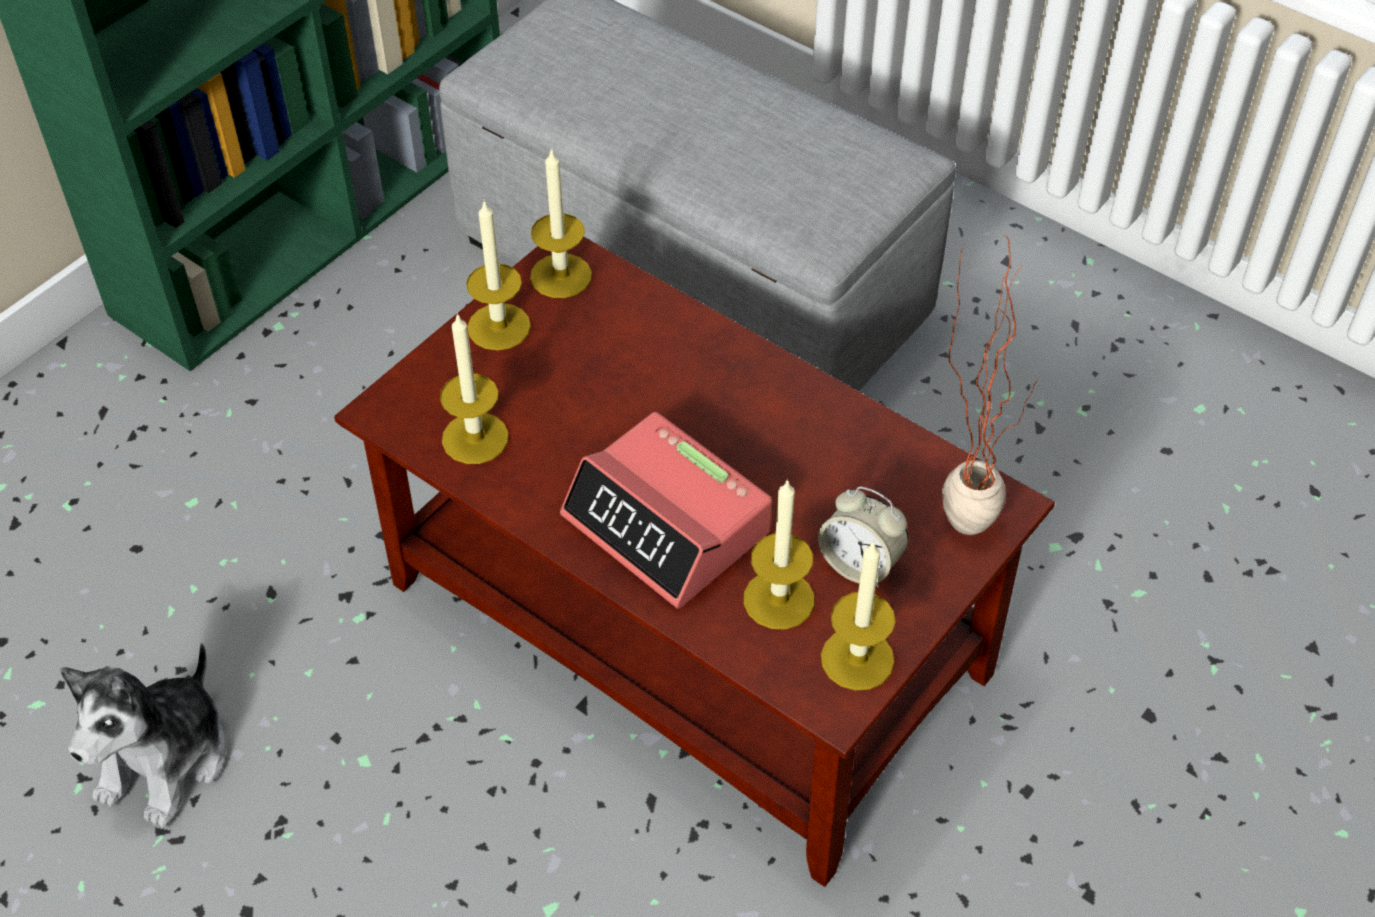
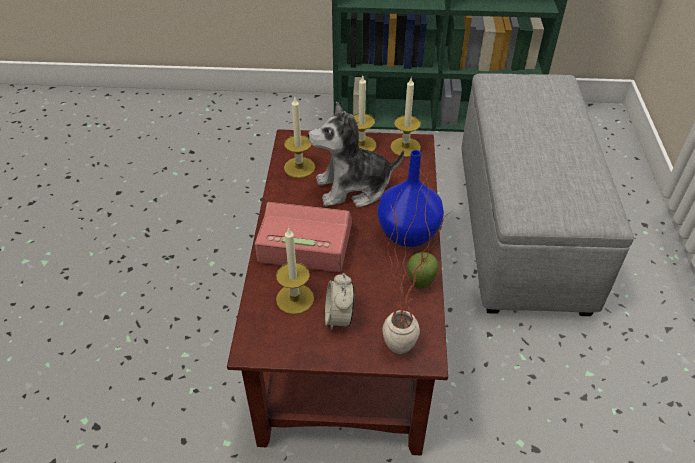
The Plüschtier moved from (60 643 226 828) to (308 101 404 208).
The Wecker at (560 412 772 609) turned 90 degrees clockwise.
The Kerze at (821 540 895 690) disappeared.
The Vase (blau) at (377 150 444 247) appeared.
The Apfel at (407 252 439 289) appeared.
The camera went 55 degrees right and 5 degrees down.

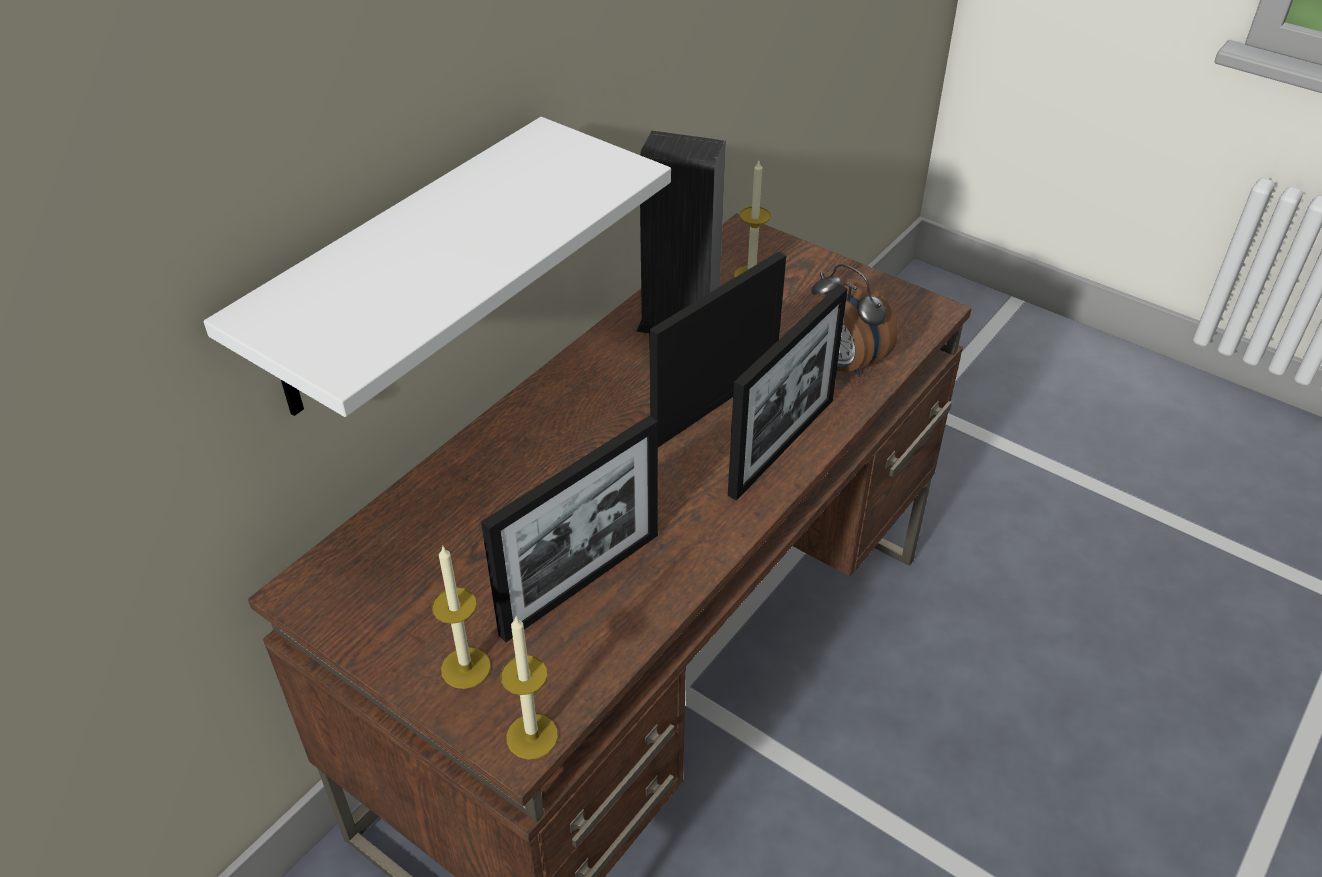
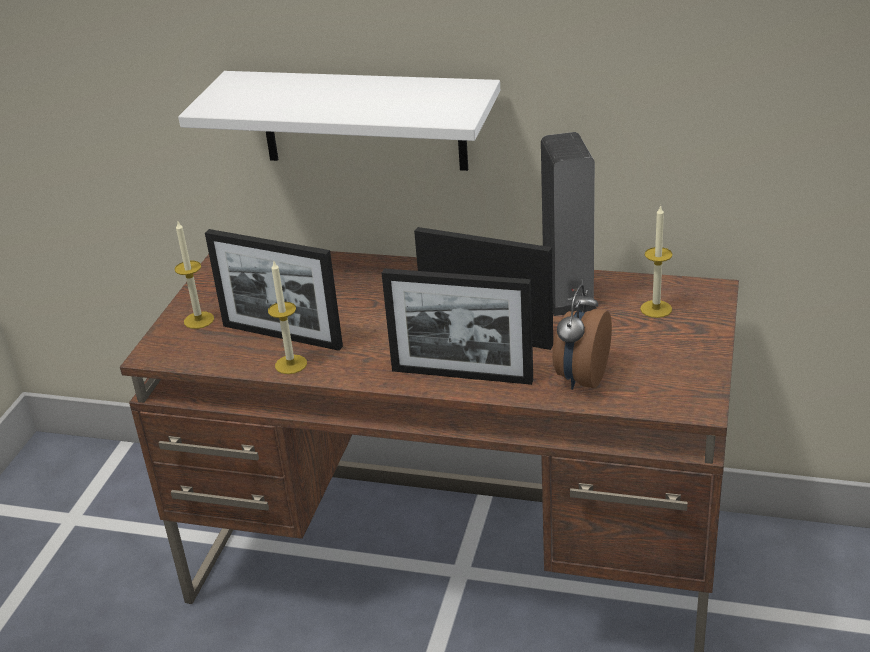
The Kerze moved from (501 617 558 760) to (268 261 307 374).
The camera went 70 degrees right and 10 degrees down.

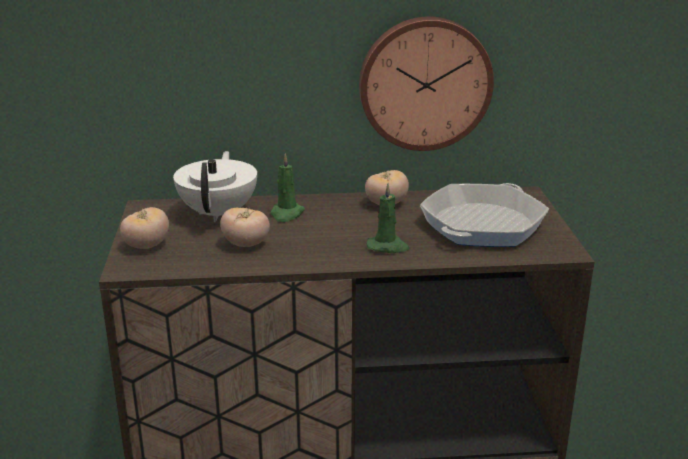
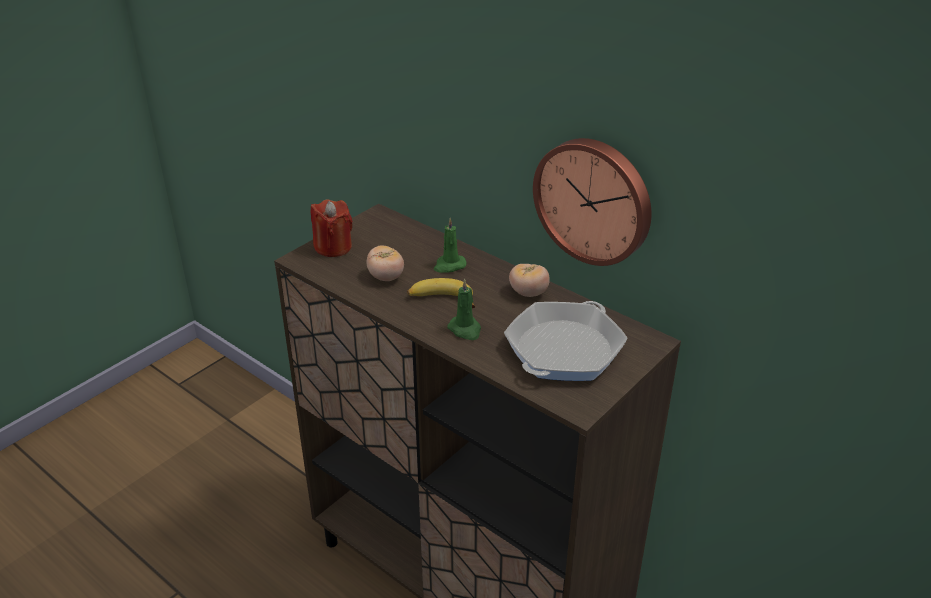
The Tomate at (120 207 169 249) was replaced by the Kerze (rot) at (311 199 353 257).
The Teekanne (weiß) at (173 151 257 222) disappeared.
The Pfanne at (420 183 549 247) turned 45 degrees counterclockwise.
The Banane at (407 278 475 308) appeared.
The camera went 45 degrees right and 10 degrees up.

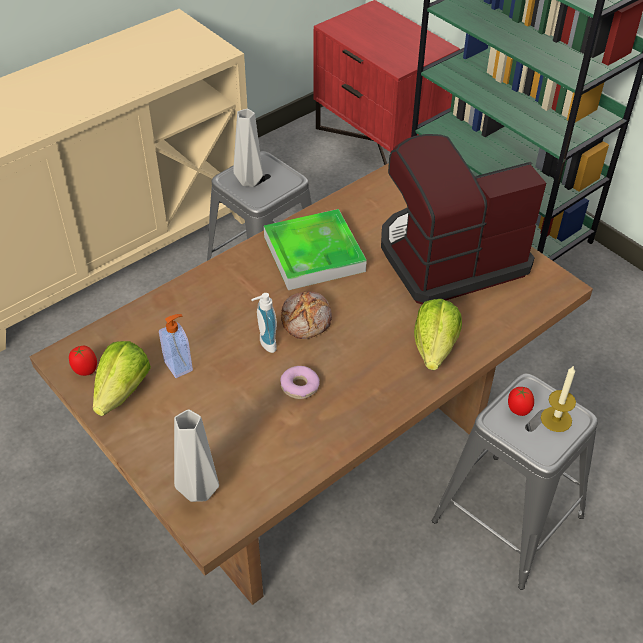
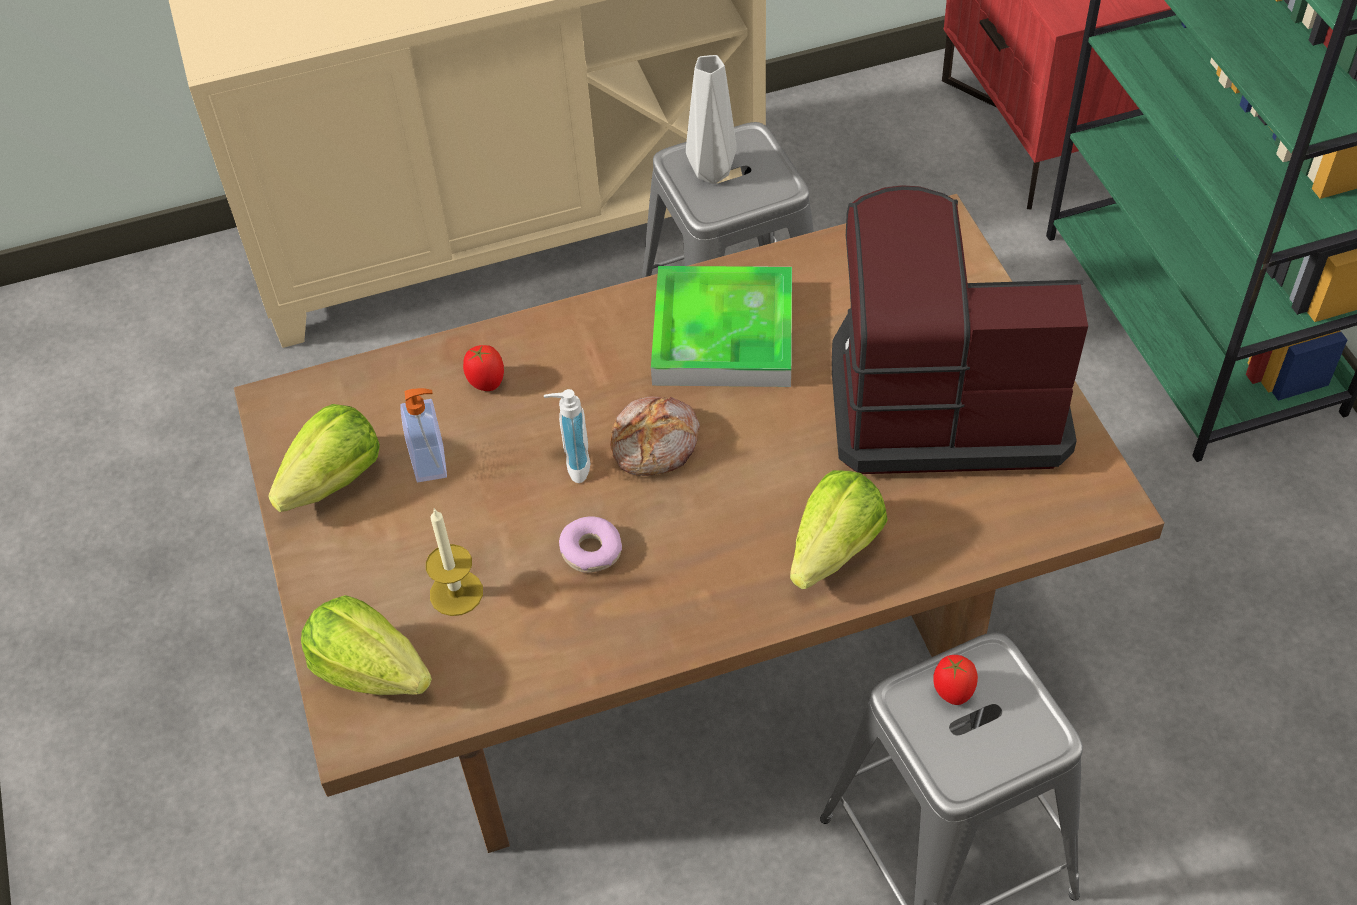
The Tomate moved from (69 346 97 376) to (463 345 504 391).
The Vase (grau) at (174 409 219 502) was replaced by the Salatkopf at (301 595 432 695).
The Kerze moved from (541 365 576 432) to (426 508 483 616).
The camera went 25 degrees right and 5 degrees up.

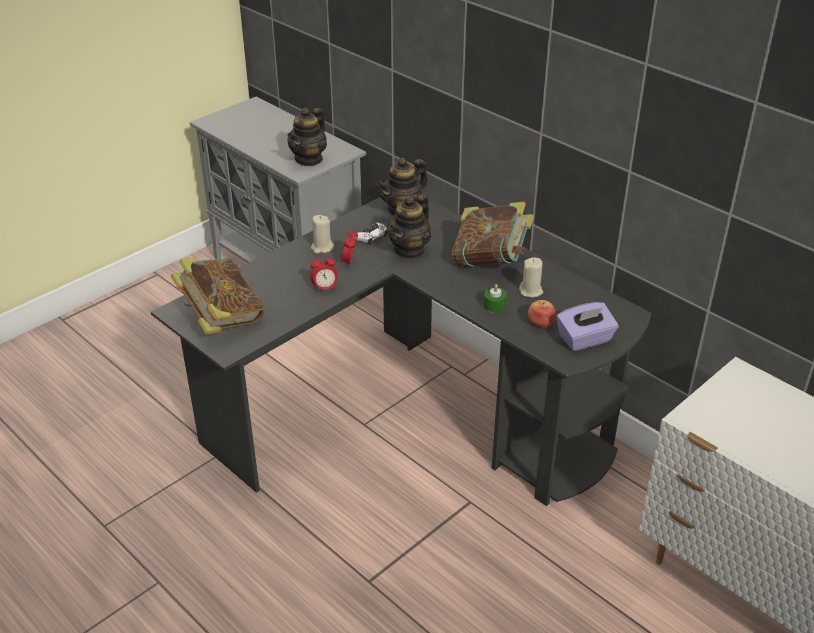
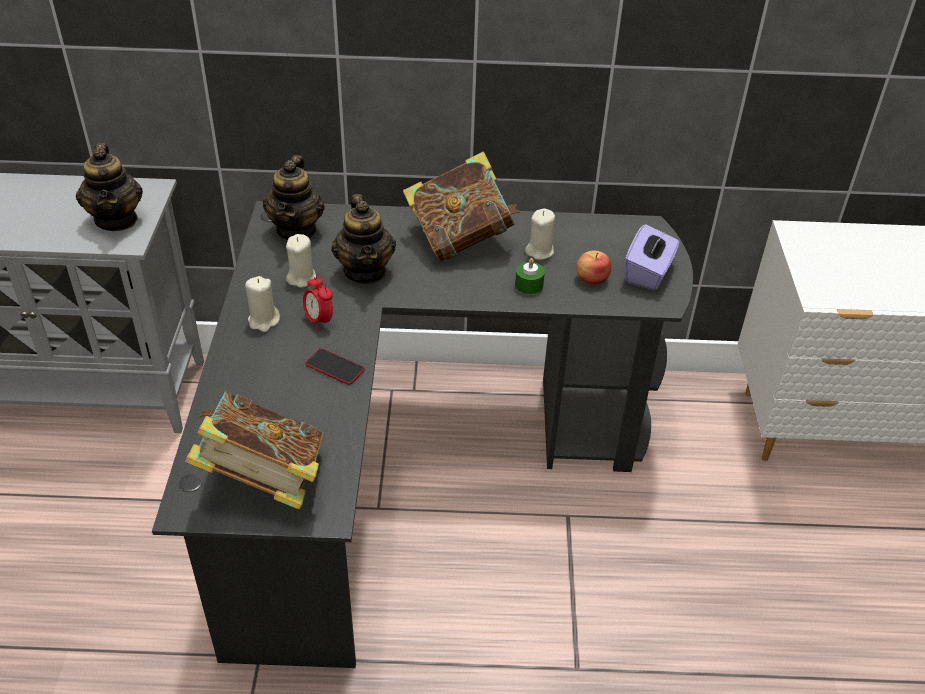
The Wecker at (310 253 338 293) was replaced by the Handy at (305 348 365 385).
The Gamepad (weiß) at (353 223 388 245) was replaced by the Kerze (beige) at (286 234 316 288).
The camera went 45 degrees left and 5 degrees up.

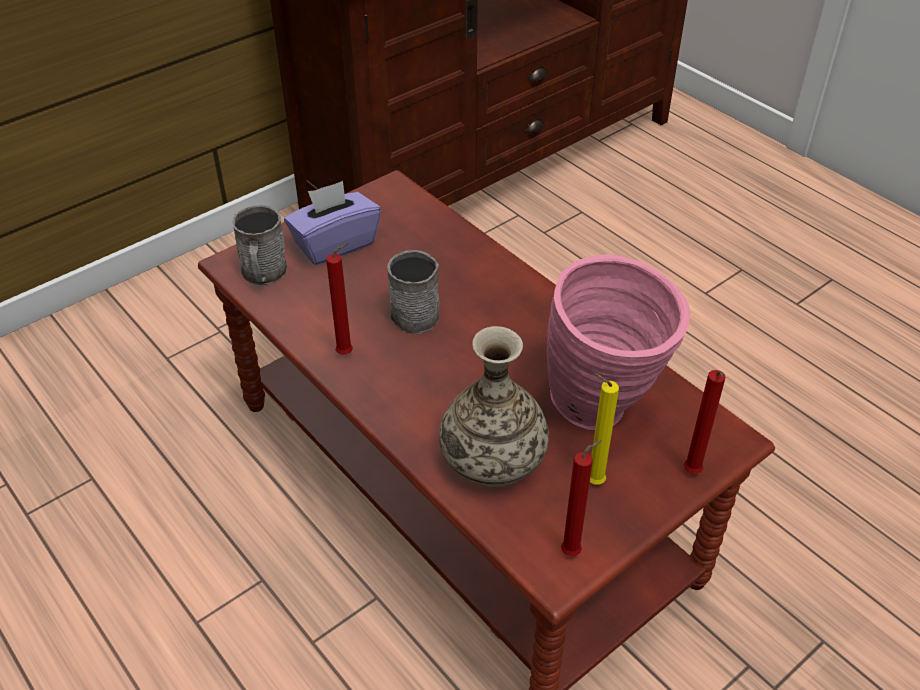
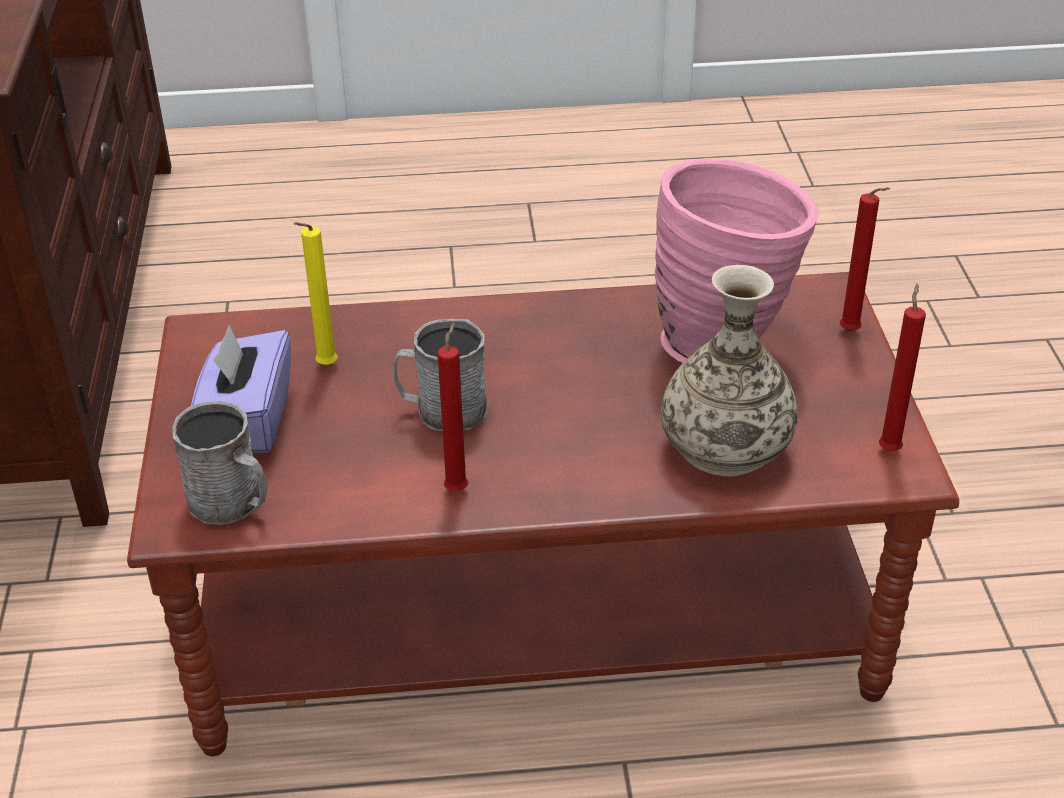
The Kerze (gelb) moved from (590 373 619 485) to (294 222 338 365).
The camera went 55 degrees left and 5 degrees down.

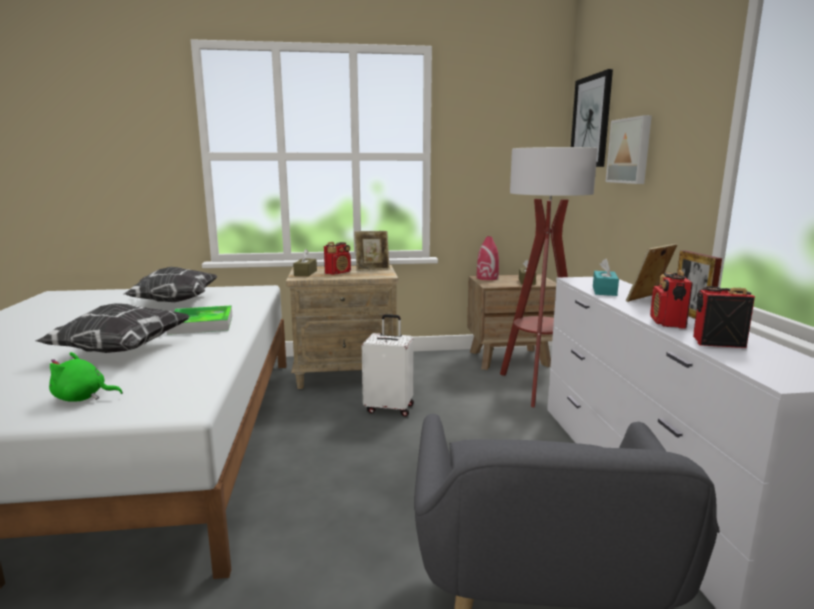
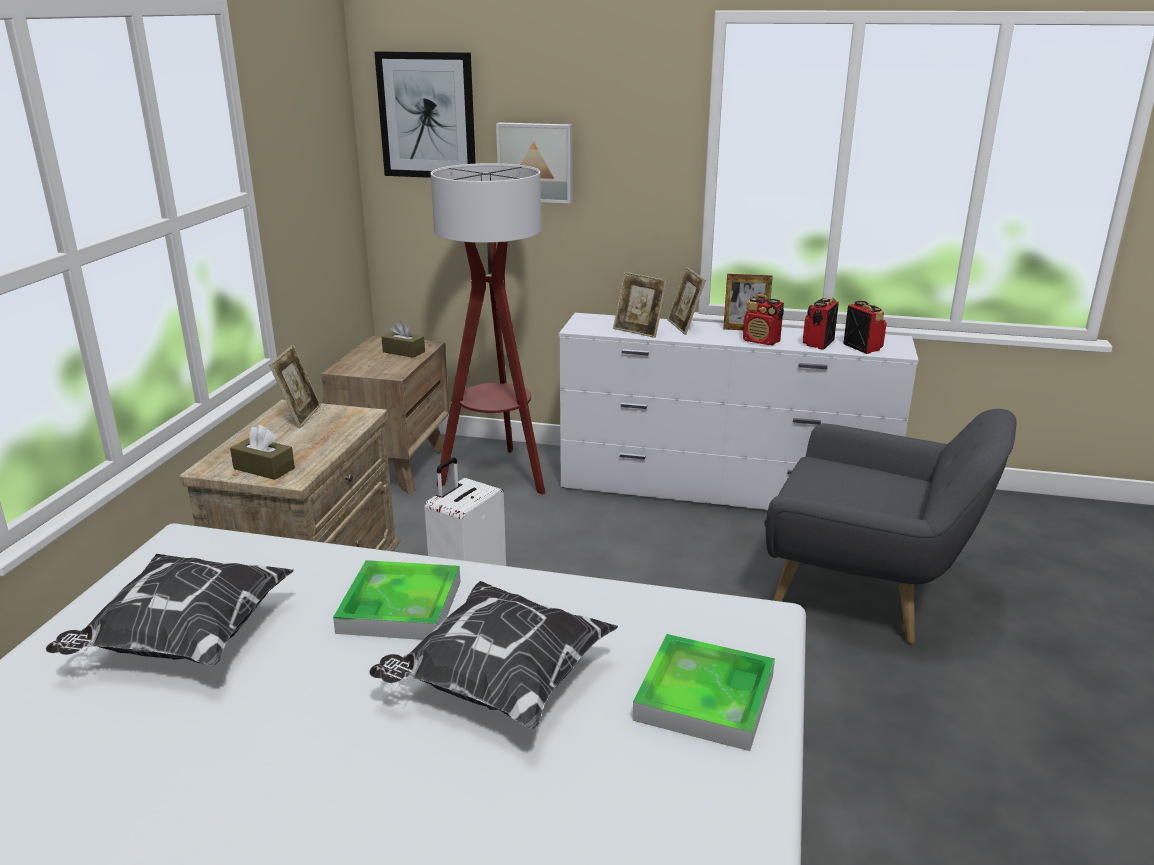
The Plüschtier (grün) at (49 352 123 402) was replaced by the Tablett at (632 634 775 751).
The Radio moved from (324 242 351 275) to (843 301 886 354).
The Vase (rot) at (477 236 499 280) disappeared.
The Taschentuchbox (türkis) at (593 259 619 296) was replaced by the Bilderrahmen at (613 272 667 338).
The camera went 70 degrees left and 10 degrees up.

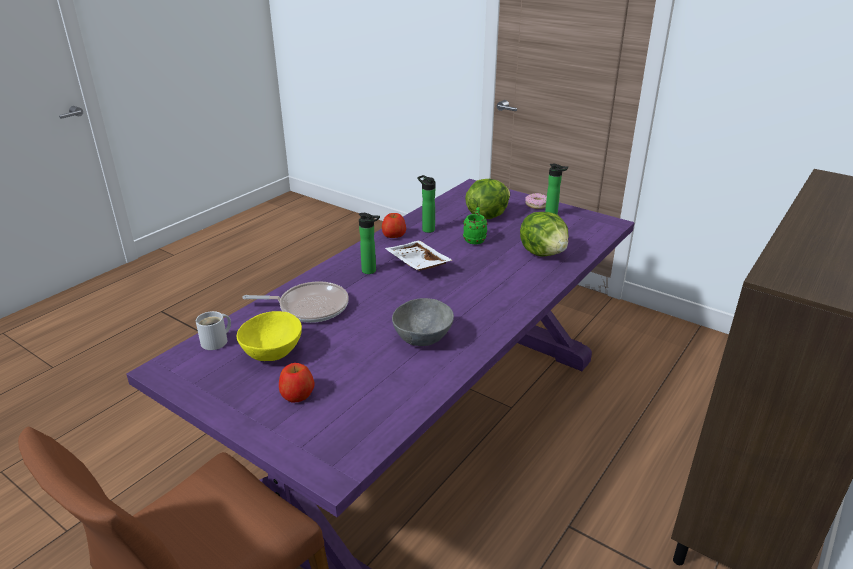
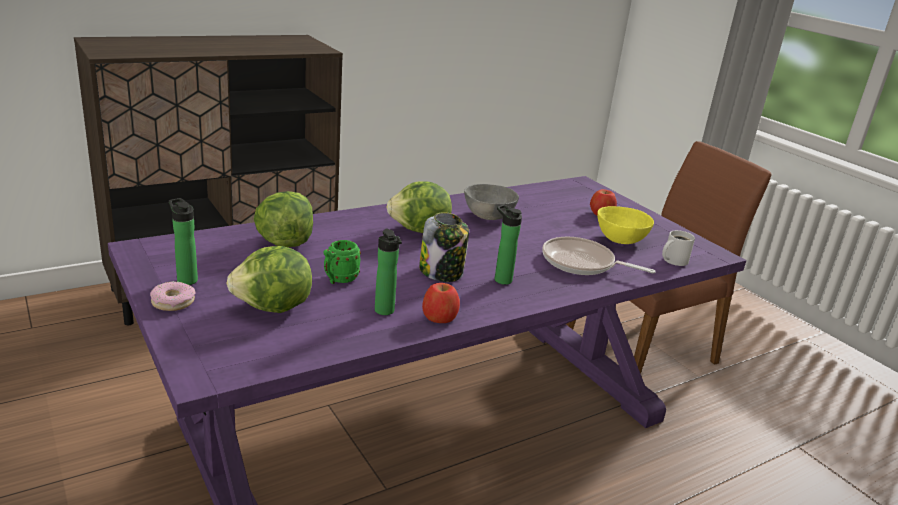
The Tablett (weiß) at (385 241 452 271) was replaced by the Vorratsglas at (419 212 469 282).
The Salatkopf at (387 181 452 233) appeared.
The camera went 160 degrees left and 5 degrees down.

